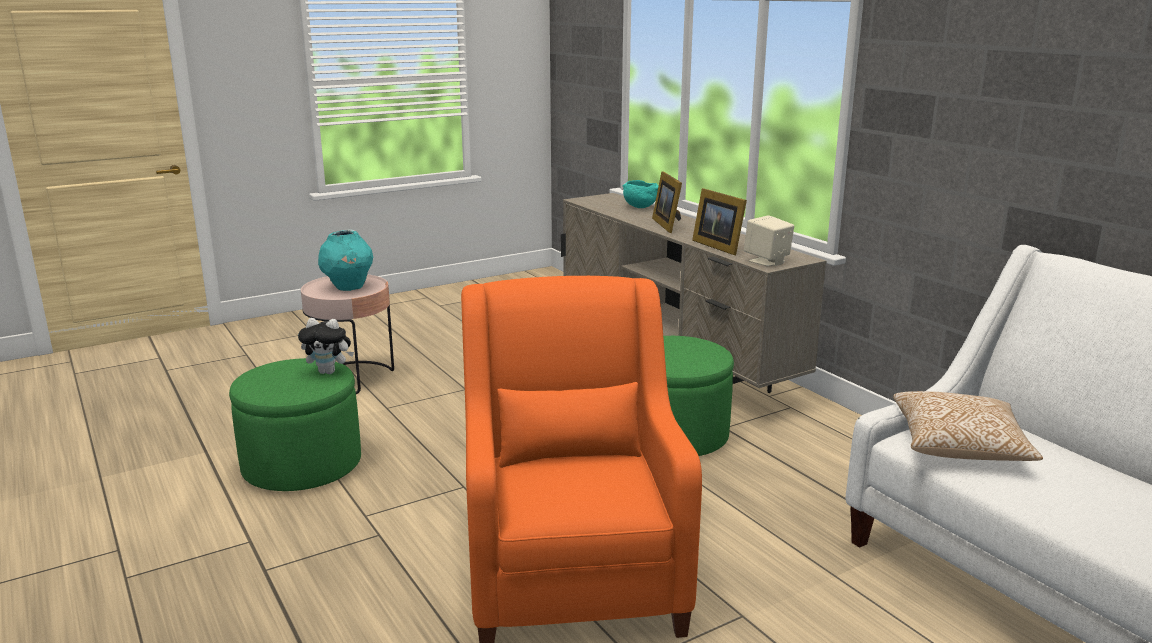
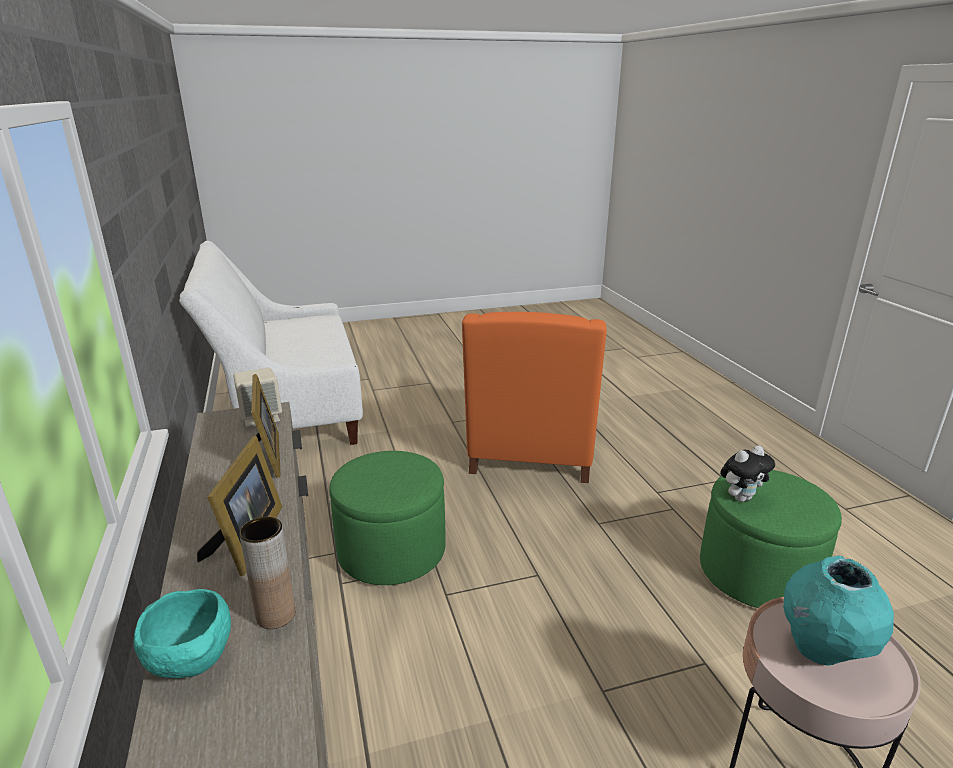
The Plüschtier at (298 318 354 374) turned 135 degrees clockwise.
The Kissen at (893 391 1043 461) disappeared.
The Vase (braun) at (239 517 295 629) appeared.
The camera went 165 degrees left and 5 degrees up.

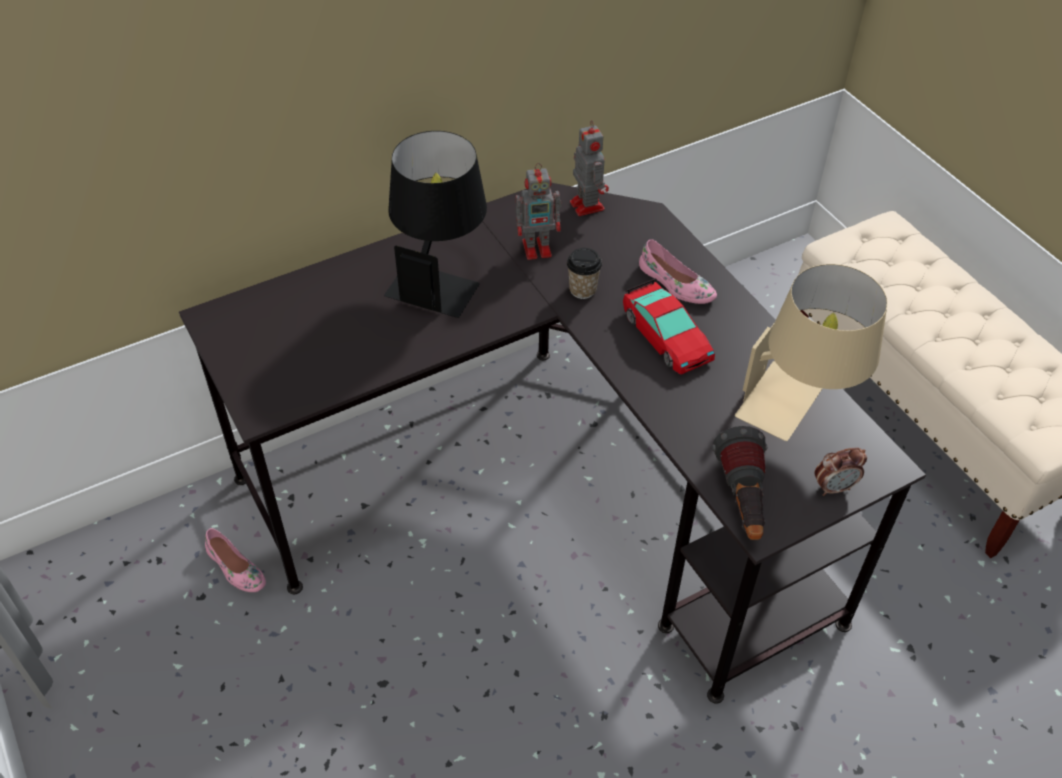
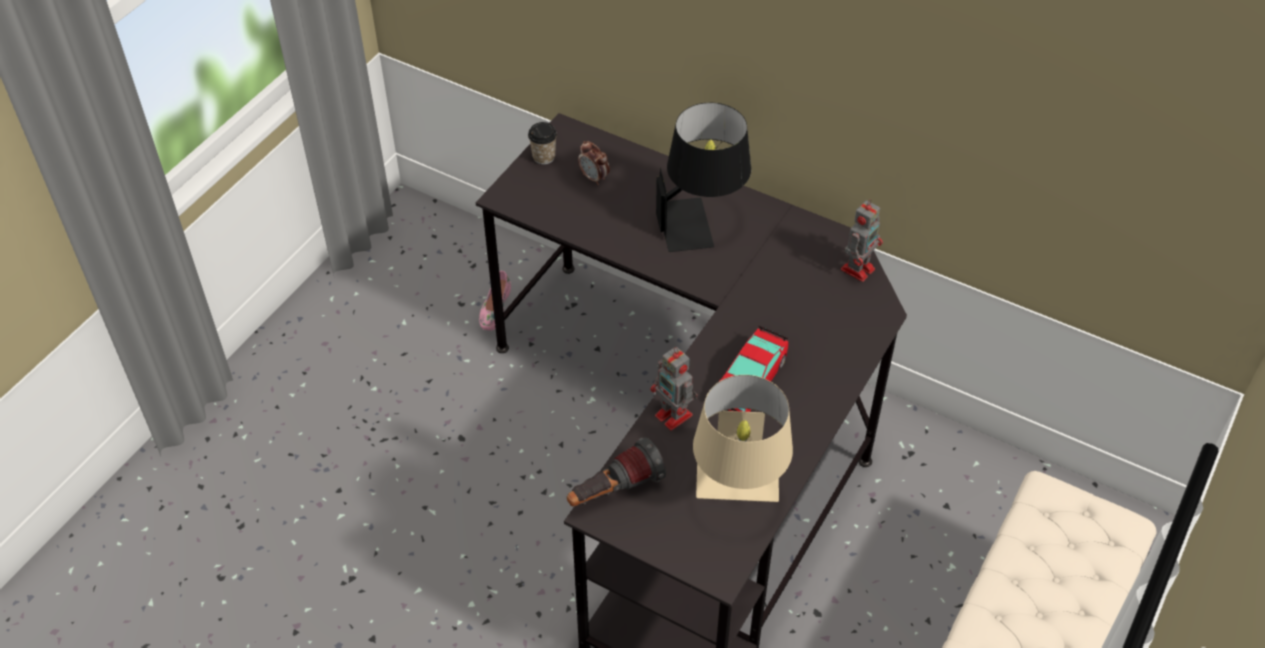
The Spielzeugroboter moved from (516 163 562 260) to (651 347 698 431).
The Tasse moved from (567 248 602 299) to (528 122 557 165).
The Schuh (rosa) at (639 239 717 304) disappeared.
The Wecker moved from (814 447 867 496) to (578 141 610 185).
The camera went 60 degrees right and 0 degrees up.

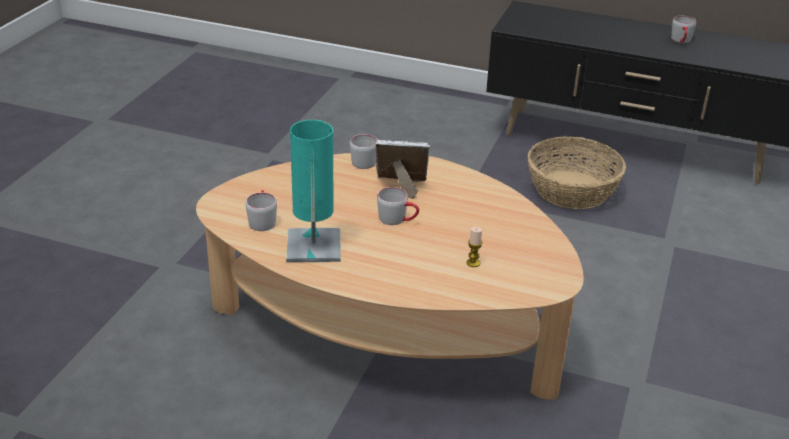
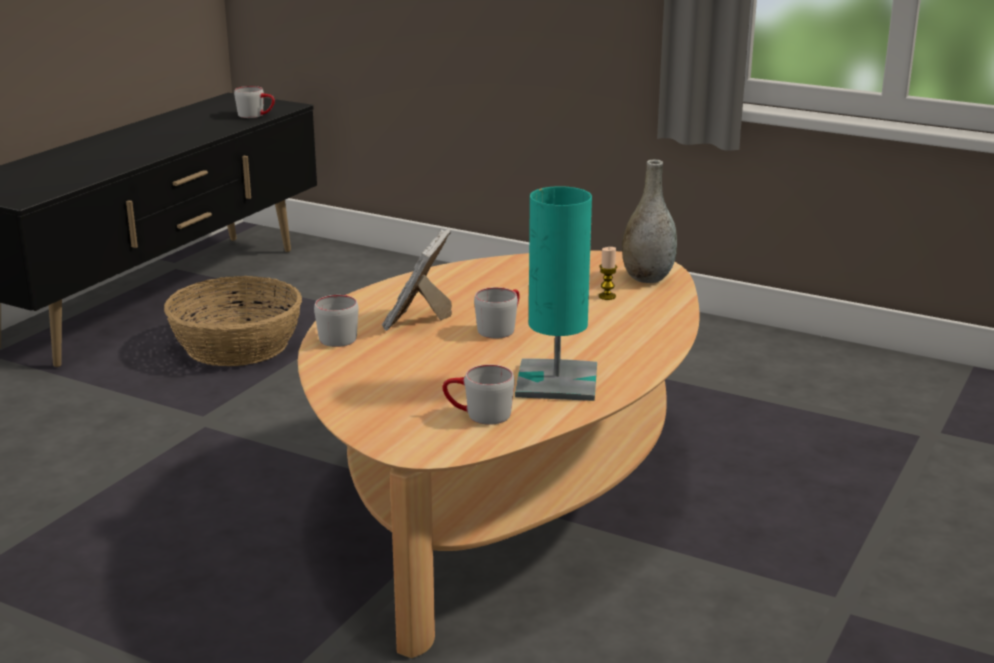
The Henkelbecher (grau) moved from (671 16 696 43) to (234 86 275 118).
The Vase (grau) at (622 159 677 283) appeared.
The camera went 80 degrees left and 10 degrees down.

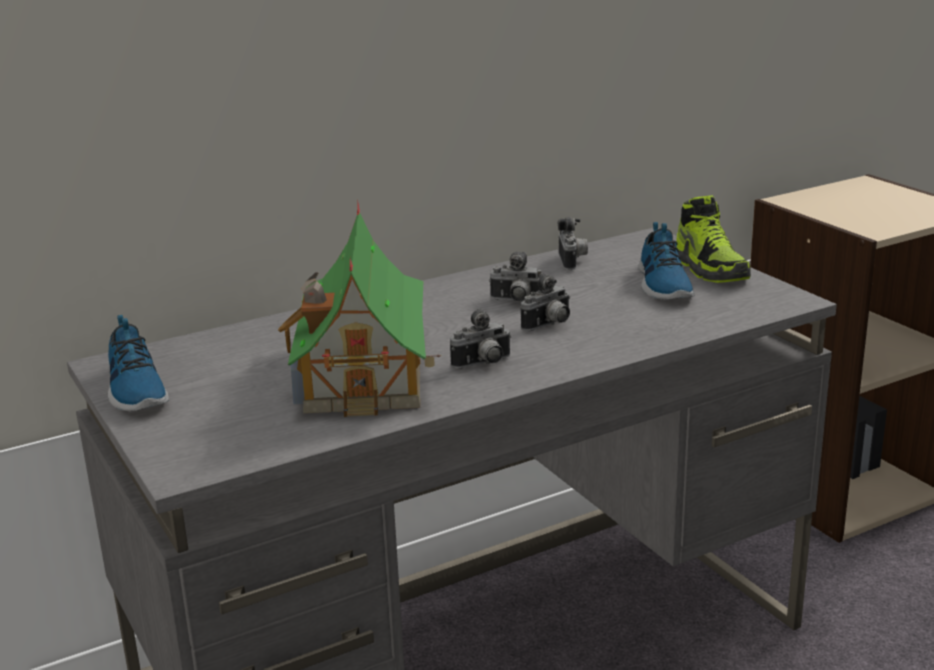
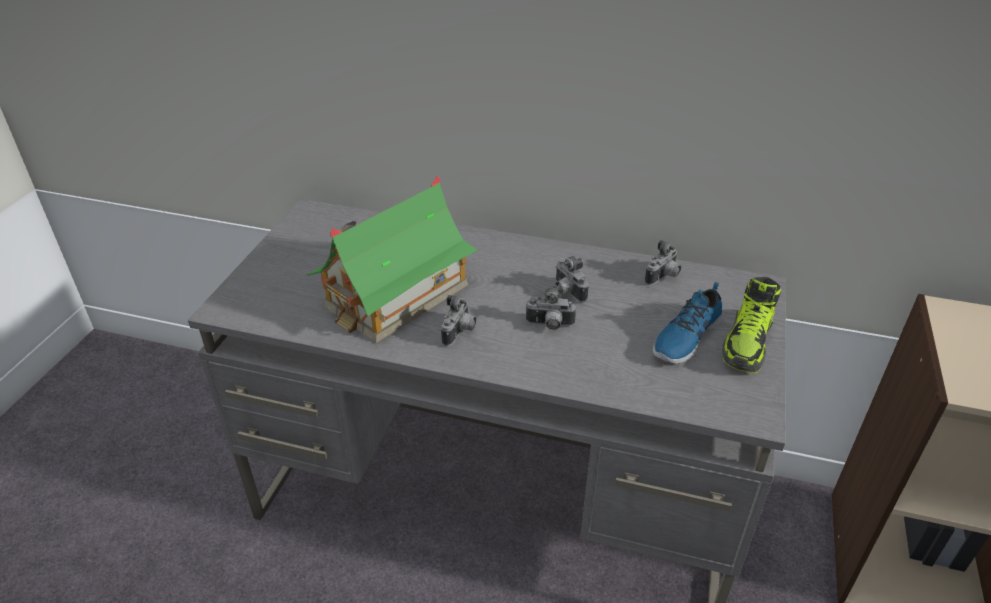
The Schuh at (108 315 169 411) disappeared.
The Kamera at (450 308 511 369) turned 90 degrees counterclockwise.
The camera went 45 degrees right and 15 degrees up.

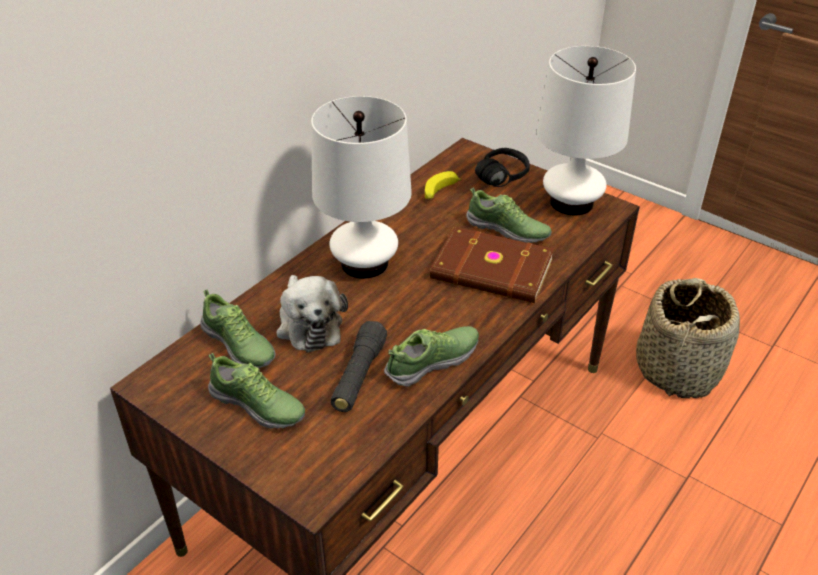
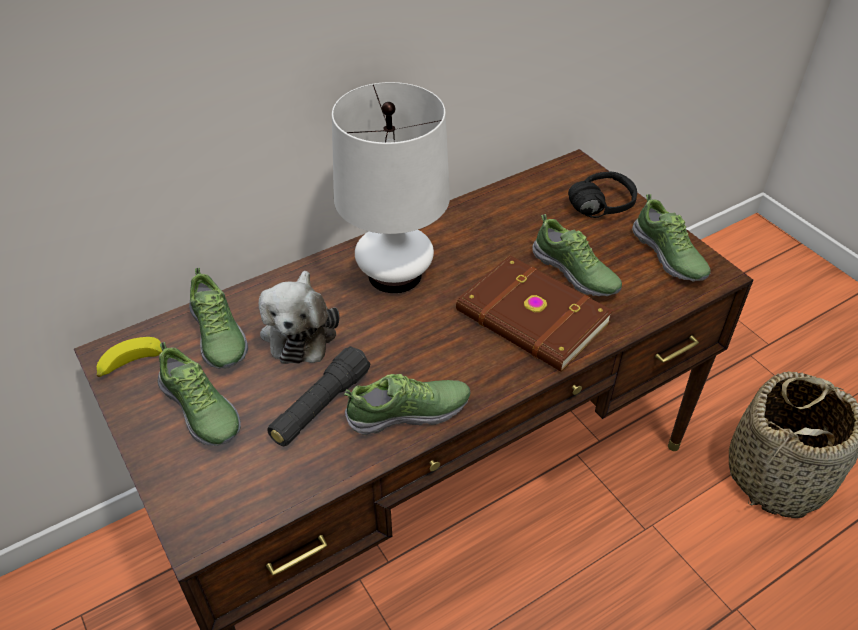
The Banane moved from (425 171 462 200) to (97 337 162 377).
The Tischlampe (weiß) at (537 46 636 215) was replaced by the Schuh at (632 194 711 281).
The camera went 20 degrees right and 5 degrees up.

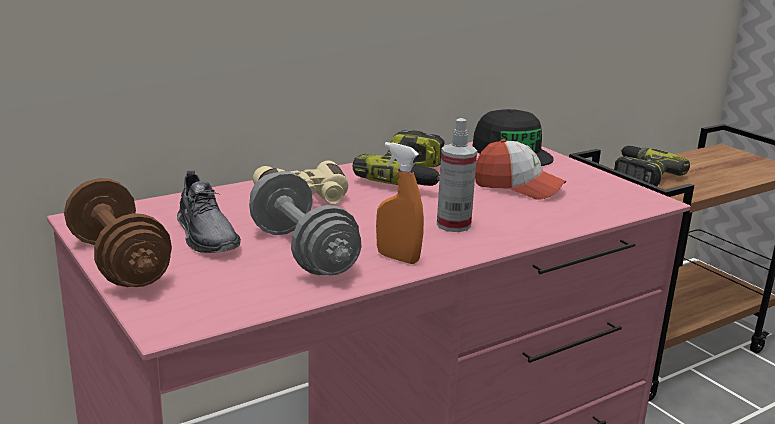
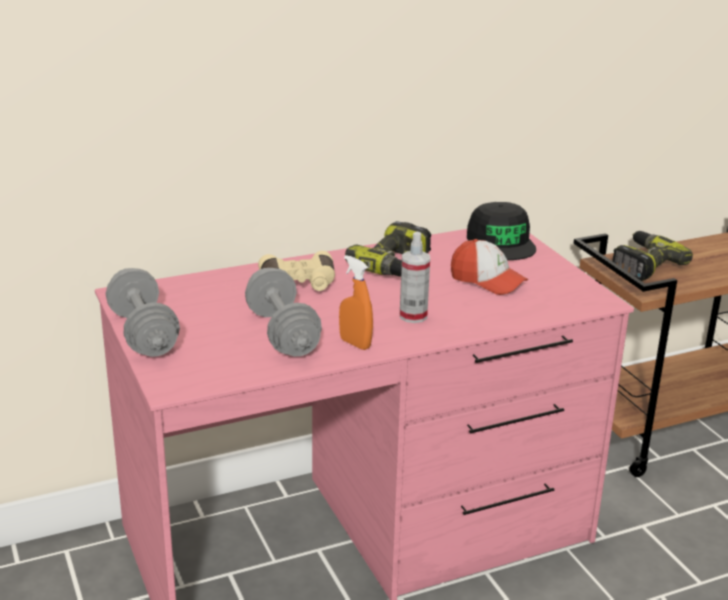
The Hantel (braun) at (64 178 172 287) became the Hantel (grau) at (106 268 180 357).
The Schuh (grau) at (177 171 241 253) disappeared.
The camera went 10 degrees right and 5 degrees up.

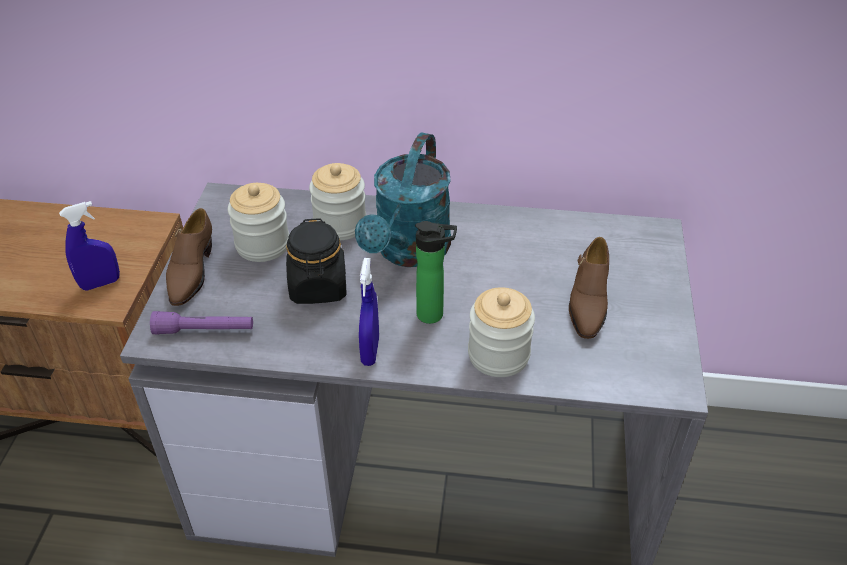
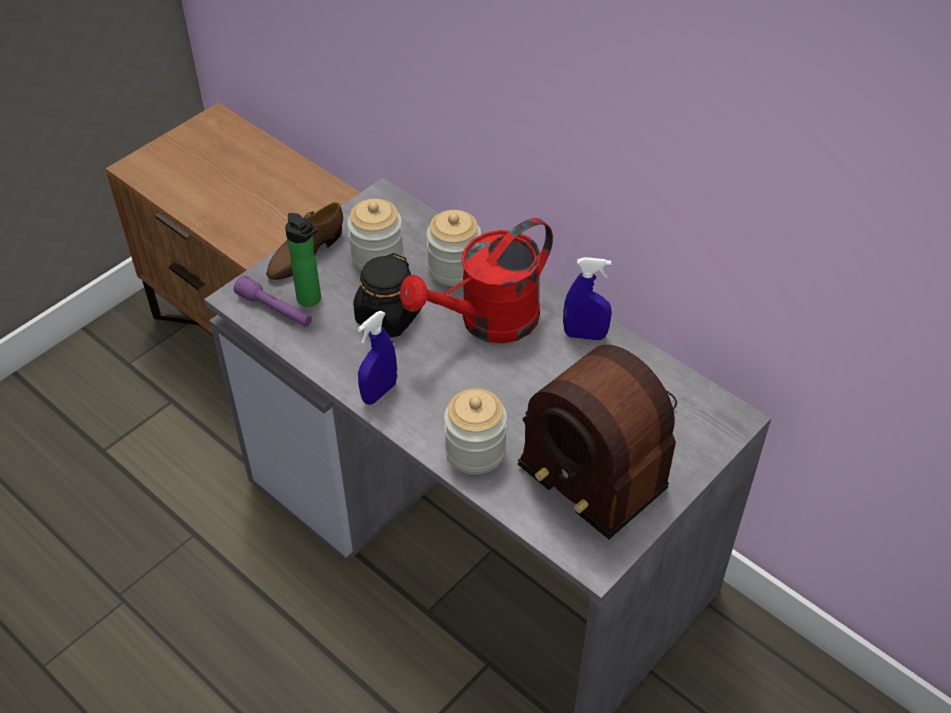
The Sprühflasche (blau) moved from (59 201 120 290) to (563 257 612 340).
The Gießkanne (türkis) at (355 132 451 267) became the Gießkanne (rot) at (399 218 553 343).
The Flasche moved from (415 221 457 324) to (285 213 321 307).
The Schuh (braun) at (569 237 609 339) was replaced by the Radio at (518 344 677 539).
The camera went 35 degrees right and 5 degrees up.

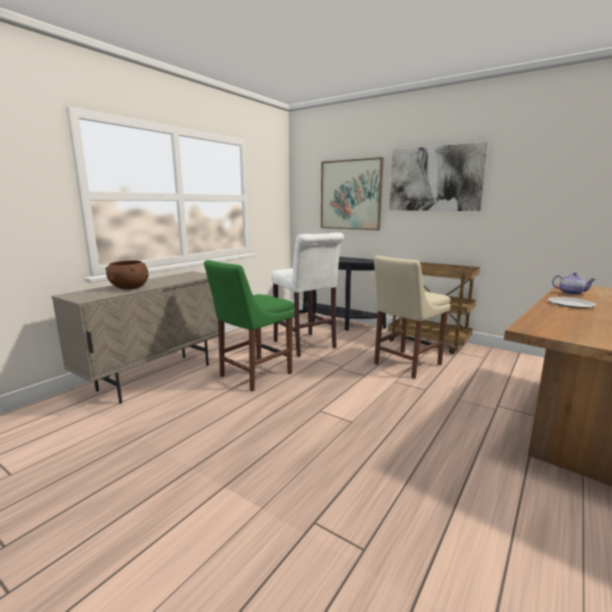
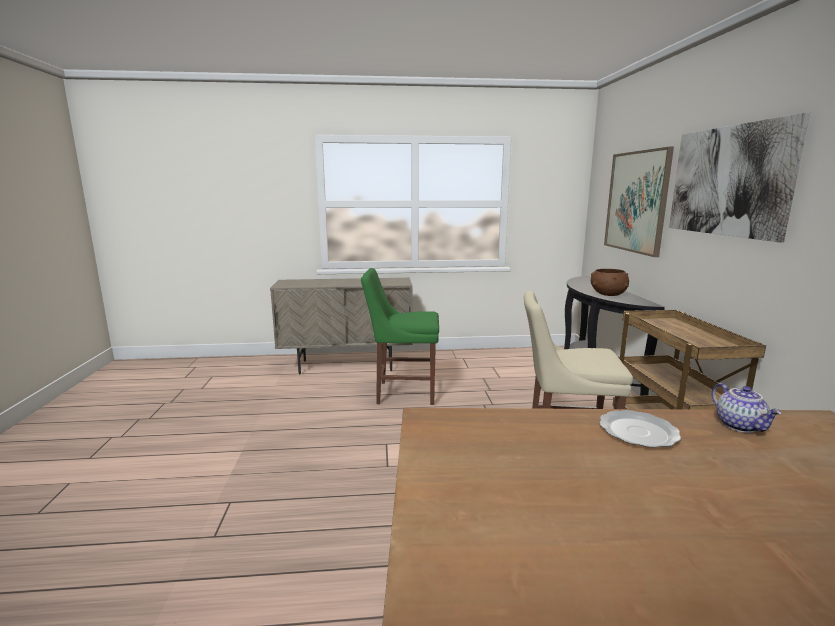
The Schüssel (braun) moved from (106 260 149 290) to (591 269 629 296).
The Hocker (weiß) at (271 233 344 357) disappeared.
The camera went 50 degrees right and 0 degrees up.

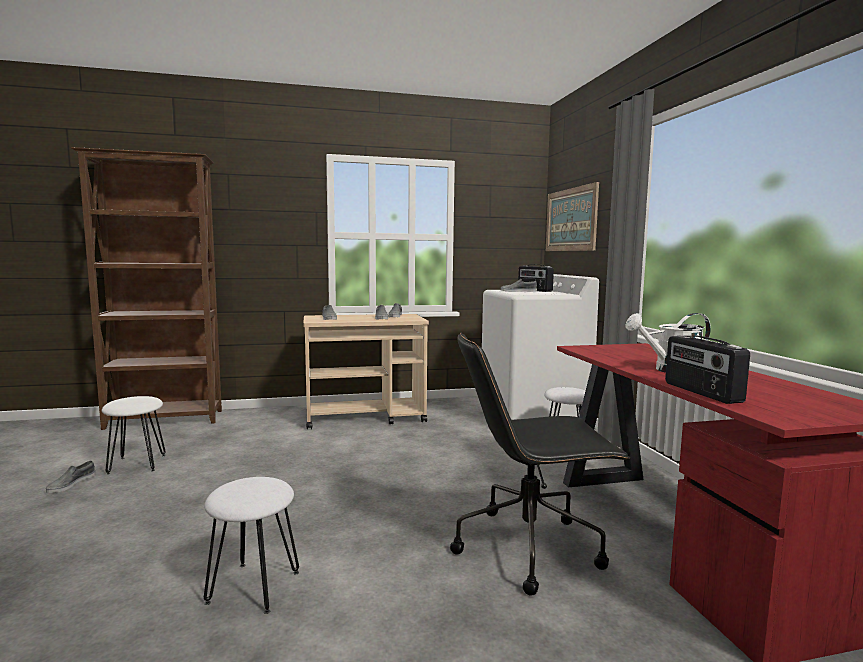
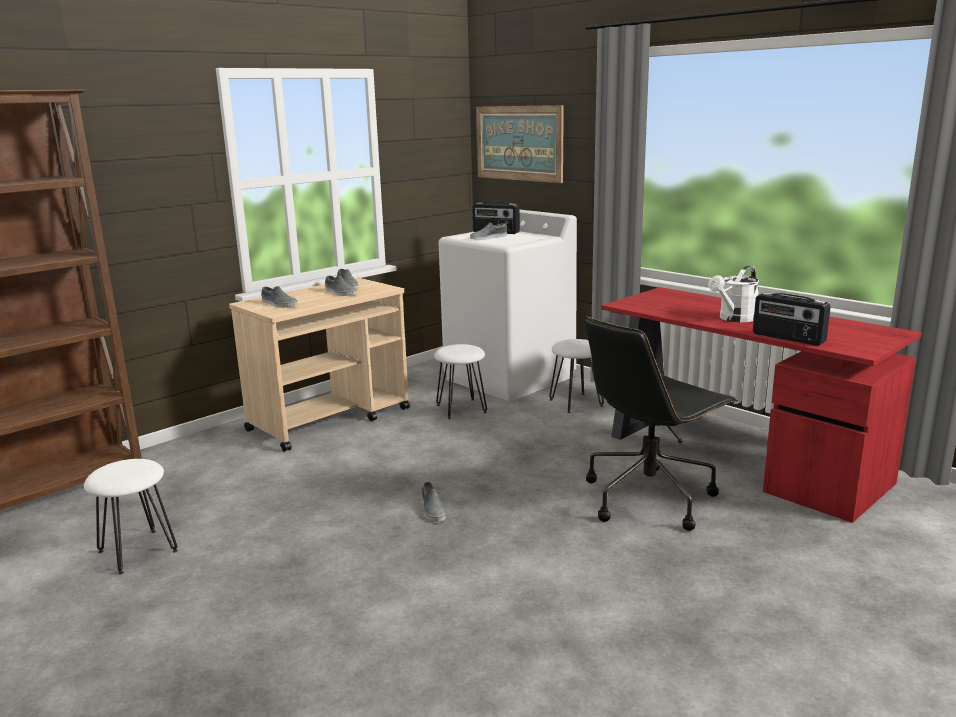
The Schuh (grau) moved from (46 461 95 493) to (422 482 445 522).
The Hocker (weiß) moved from (204 477 299 614) to (434 344 487 419).
The camera went 30 degrees left and 10 degrees up.

